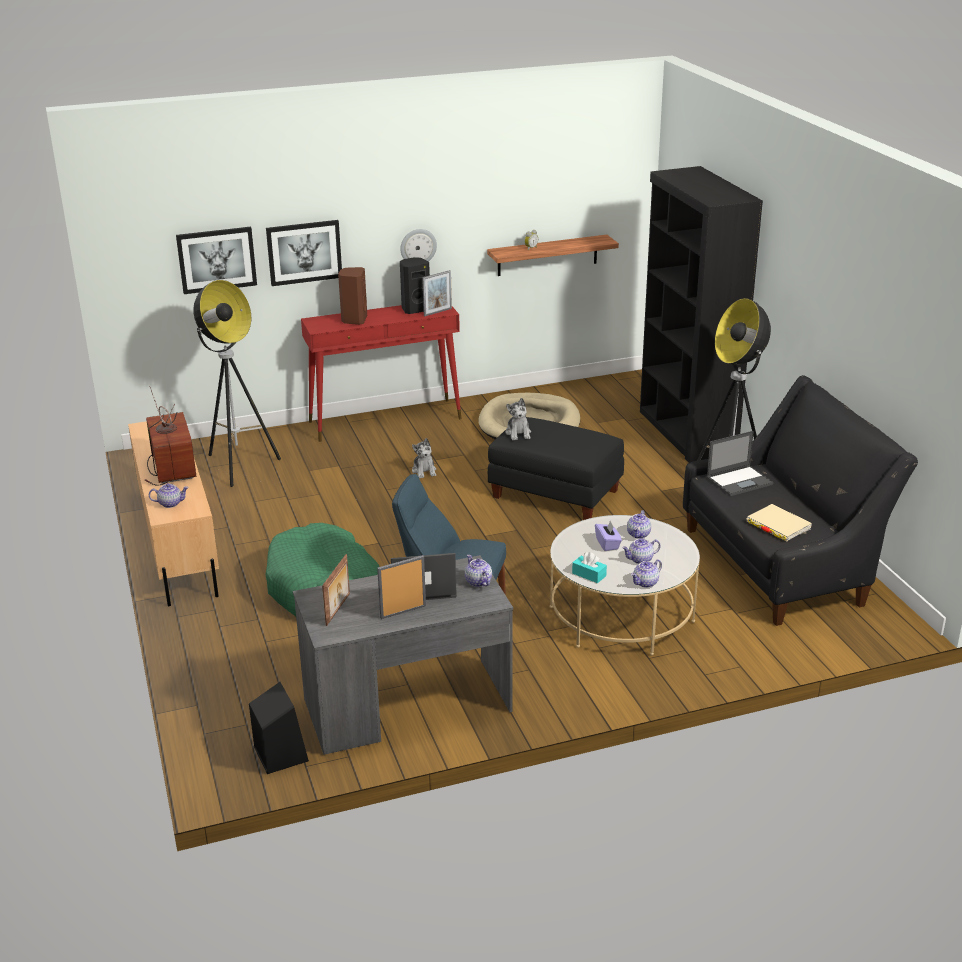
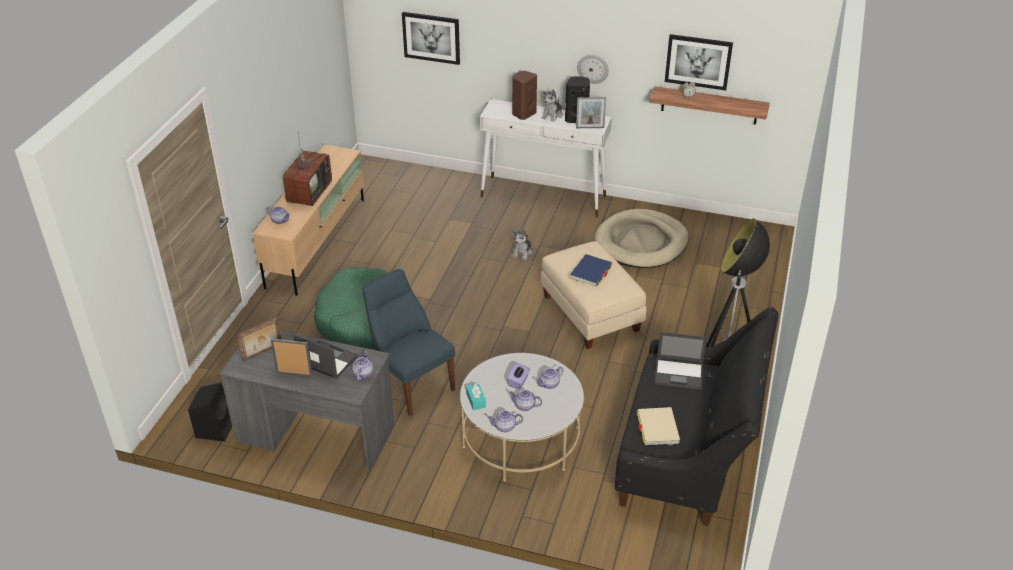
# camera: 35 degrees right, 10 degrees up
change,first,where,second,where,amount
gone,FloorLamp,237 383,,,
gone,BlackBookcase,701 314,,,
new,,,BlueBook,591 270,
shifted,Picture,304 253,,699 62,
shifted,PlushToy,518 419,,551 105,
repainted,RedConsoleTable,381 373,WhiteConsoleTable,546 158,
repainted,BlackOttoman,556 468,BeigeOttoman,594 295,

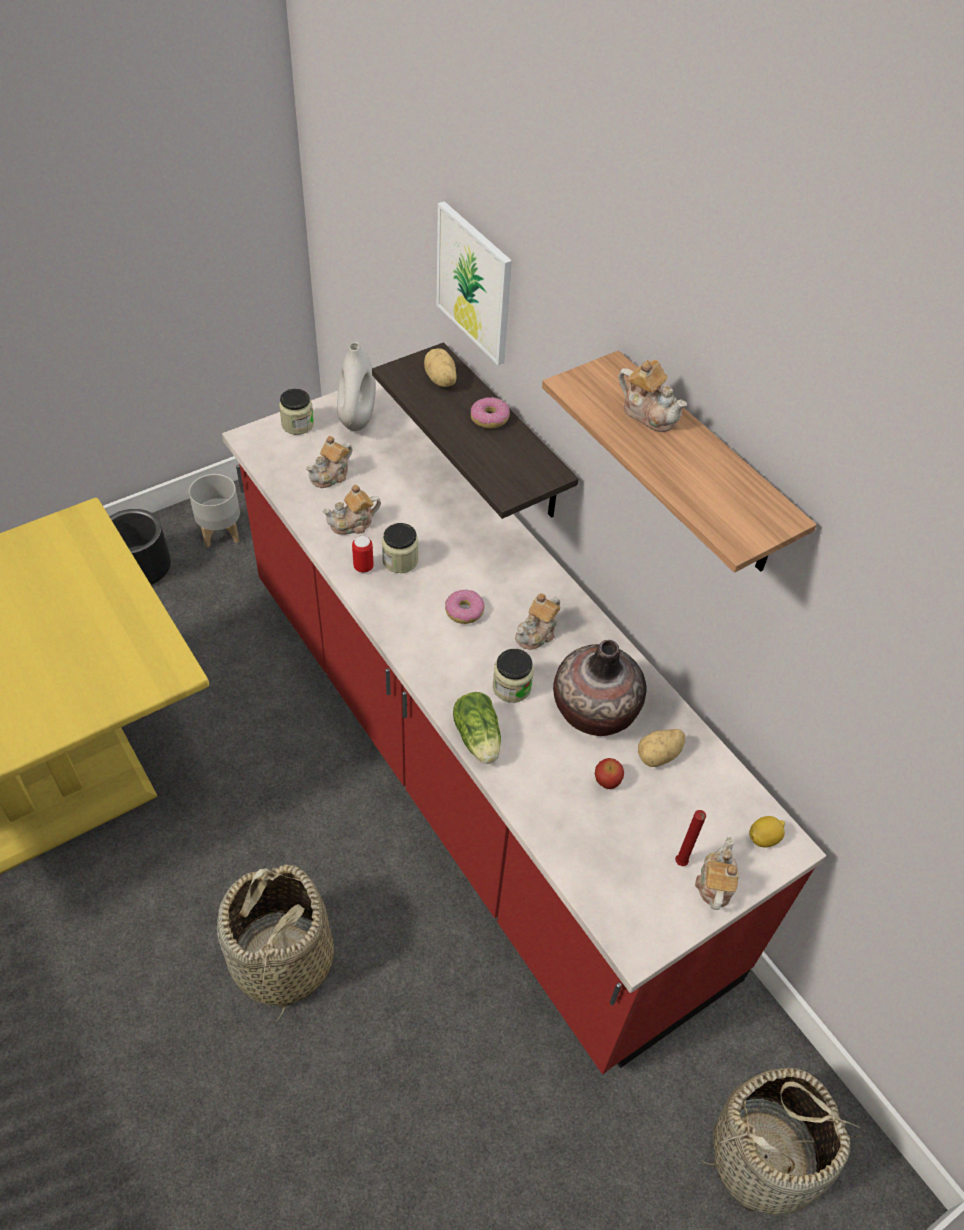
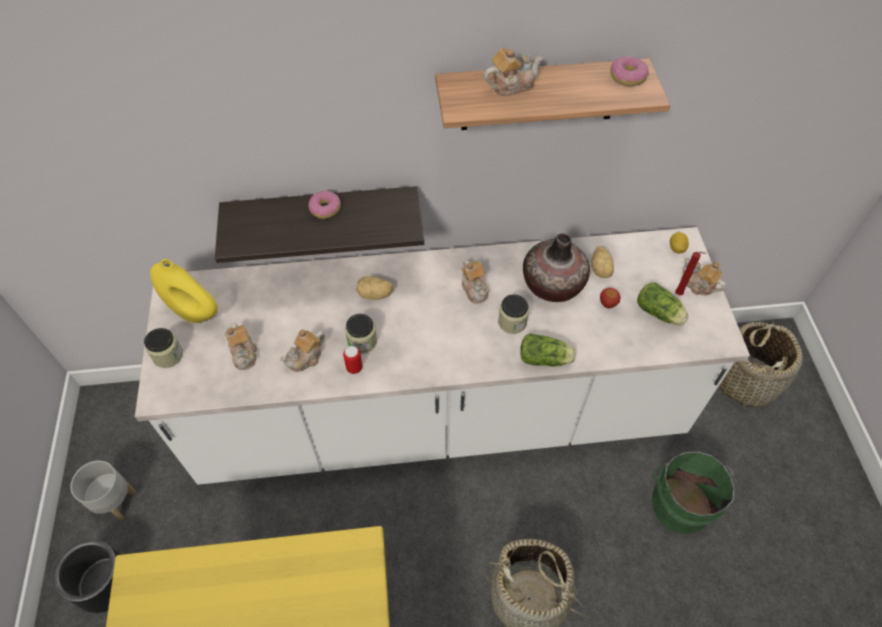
# camera: 60 degrees left, 5 degrees up
change,first,where,second,where,amount
gone,Picture,474 283,,,
new,,,Lettuce,662 303,
new,,,GreenBucket,693 493,
shifted,Potato,440 367,,374 288,
shifted,Donut,465 607,,629 71,
repainted,RedCounter,524 726,WhiteCounter,442 356,
repainted,WhiteVase,356 386,YellowVase,184 291,
rotated,Teapot,351 509,,302 350,45 degrees clockwise

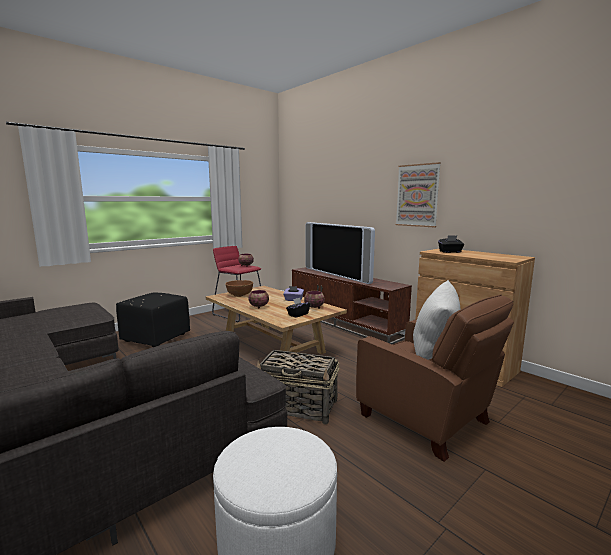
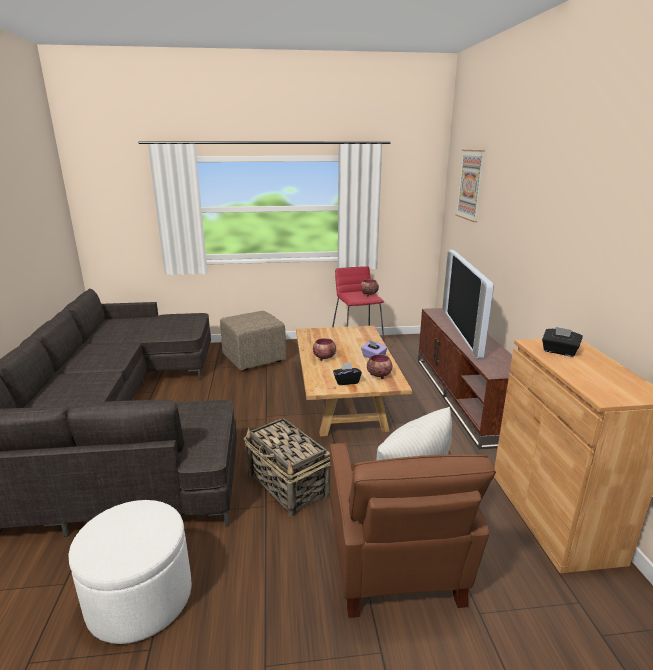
# camera: 35 degrees right, 10 degrees up
change,first,where,second,where,amount
gone,BrownBowl,239 288,,,
shifted,Picture,418 194,,470 186,
repainted,BlackOttoman,153 320,BeigeOttoman,253 341,

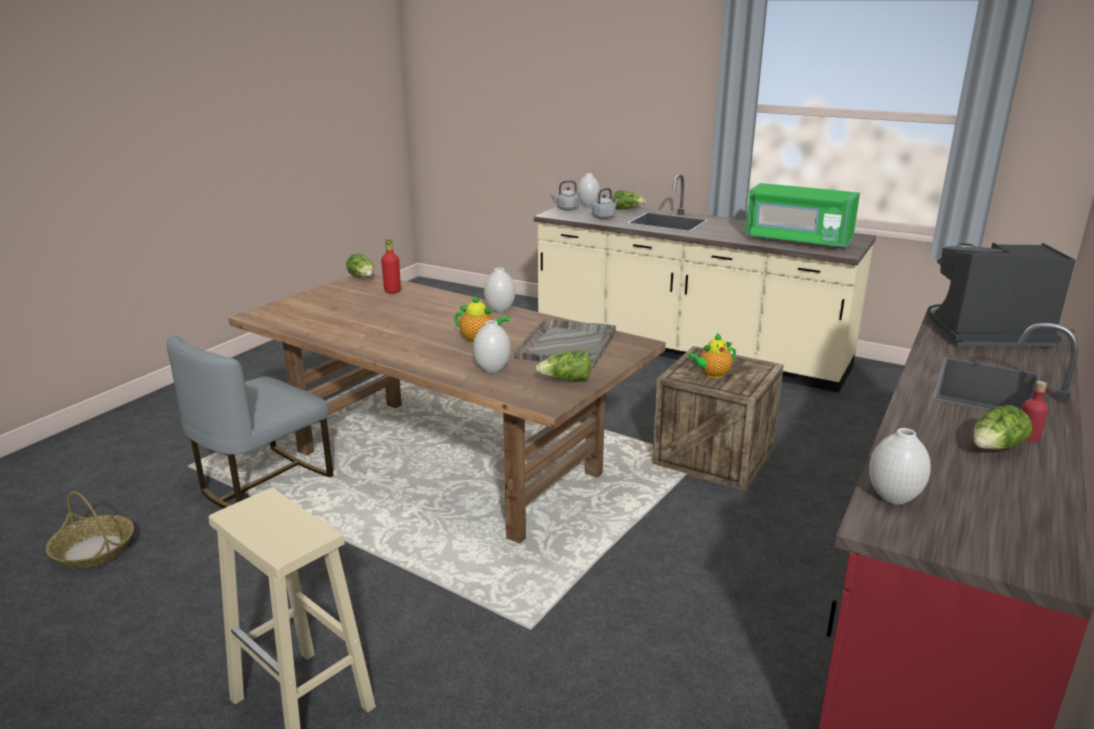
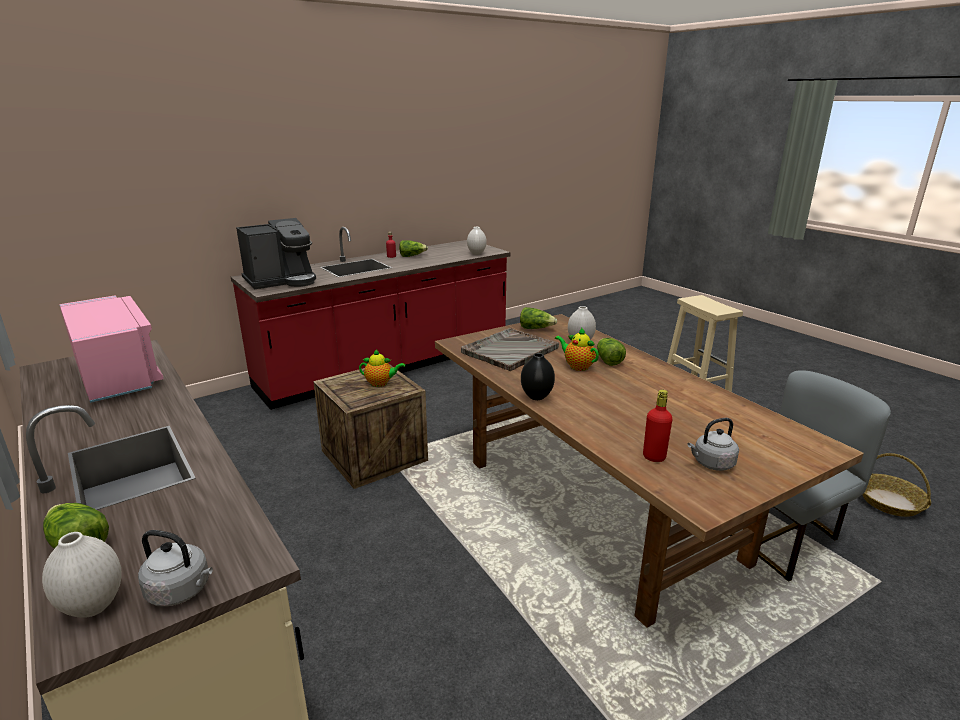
# camera: 155 degrees left, 0 degrees up
change,first,where,second,where,amount
shifted,Lettuce,360 265,,611 352,
shifted,GreyKettle,605 203,,713 444,
repainted,WhiteVase,499 290,BlackVase,538 376,
repainted,GreenMicrowave,803 215,PinkMicrowave,111 349,
rotated,CoffeeMachine,1001 295,,276 253,60 degrees counterclockwise

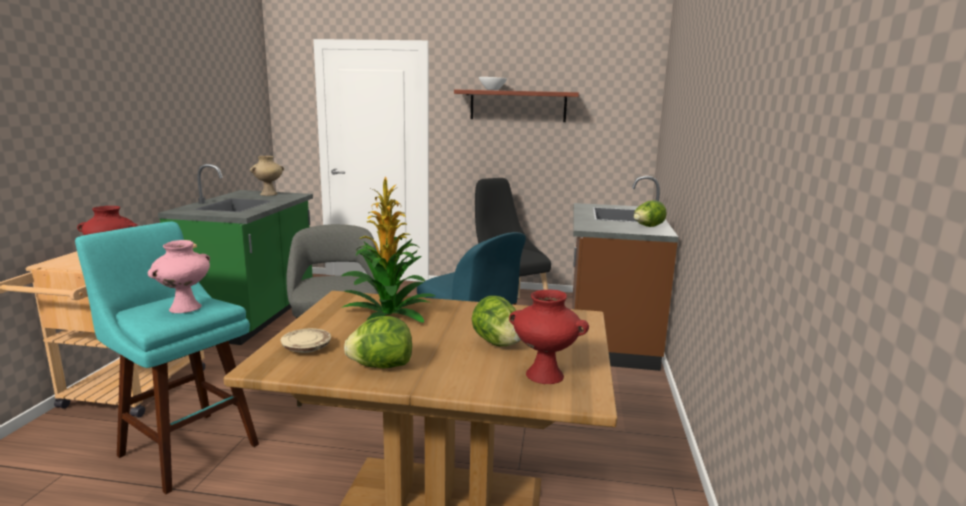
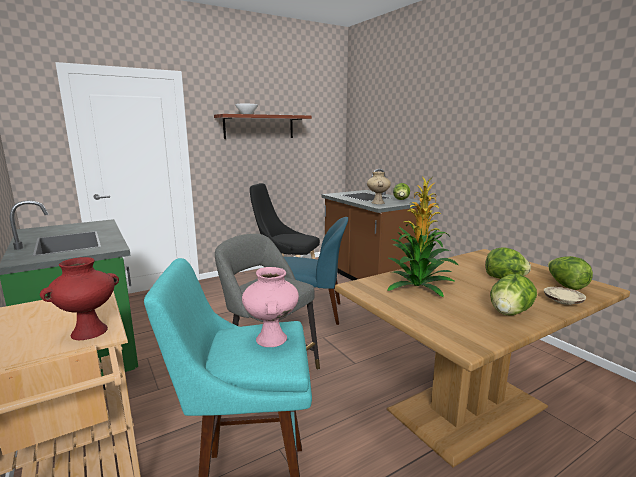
# camera: 40 degrees left, 0 degrees up
change,first,where,second,where,amount
shifted,BeigeVase,267 176,,379 188,
shifted,BeigePlate,306 340,,565 296,
swapped,RedVase,549 337,Lettuce,570 273,

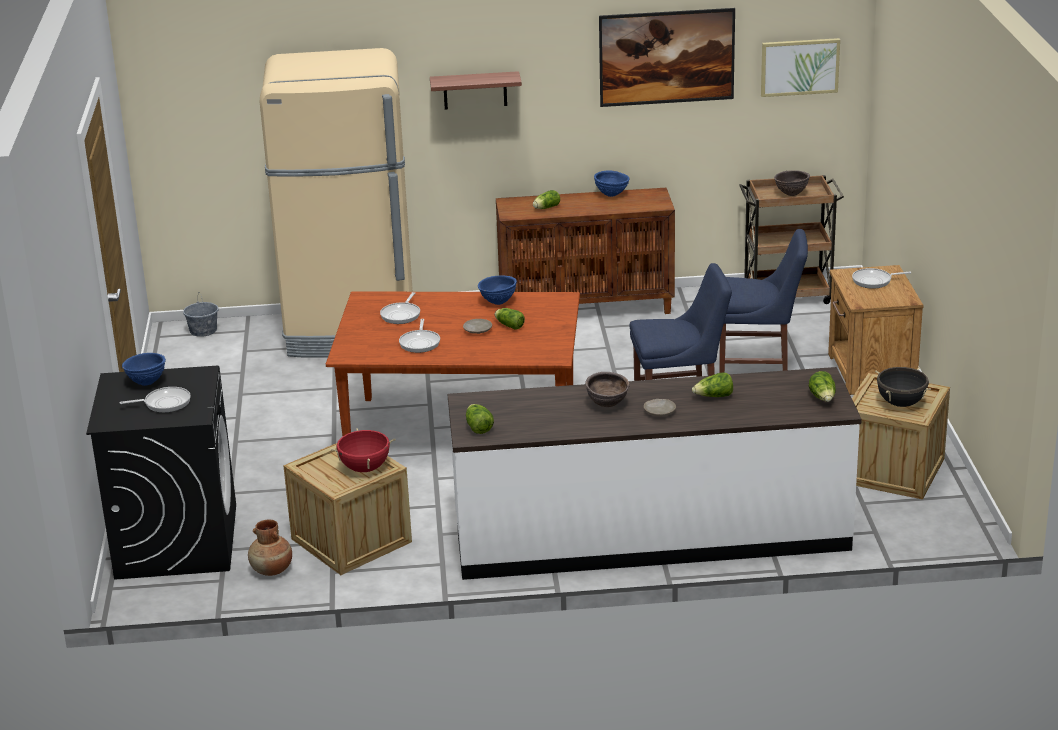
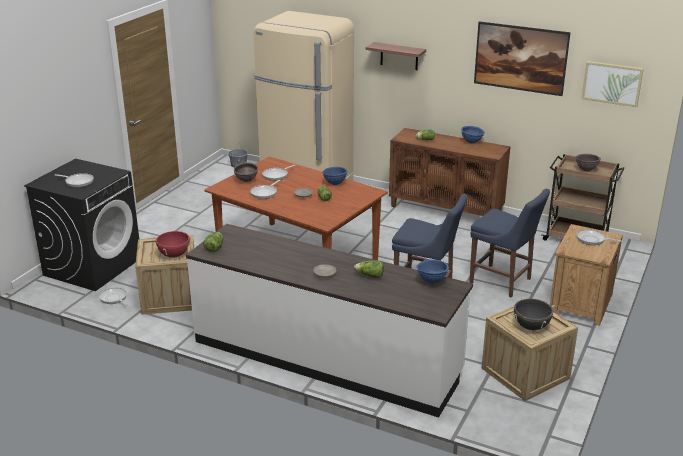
# camera: 30 degrees right, 0 degrees up
change,first,where,second,where,amount
gone,Lettuce,822 386,,,
shifted,BlueBowl,144 369,,433 271,
shifted,BrownBowl,607 389,,246 172,
swapped,BrownVase,270 548,FryingPan,113 296,

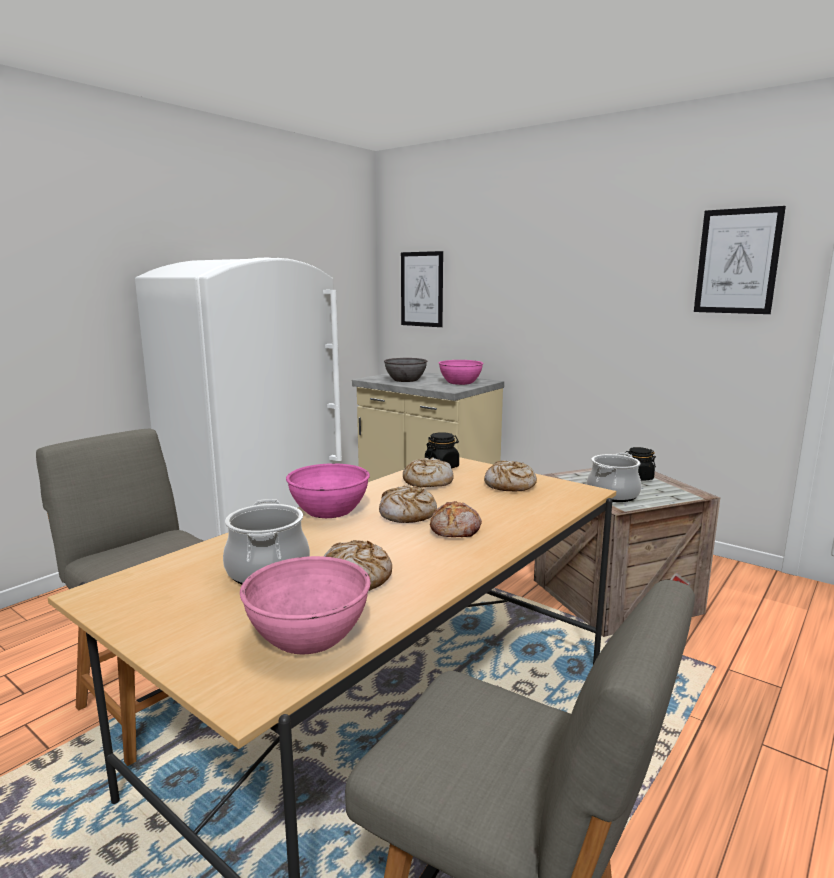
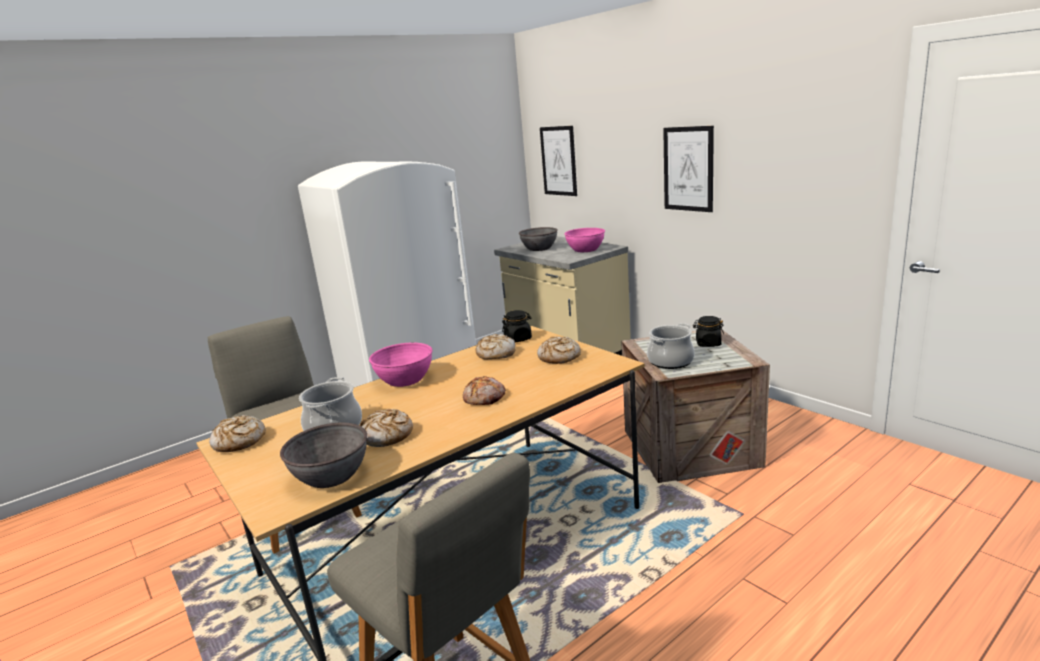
# camera: 15 degrees right, 5 degrees up
change,first,where,second,where,amount
shifted,Bread,408 504,,237 433,
shifted,Picture,740 260,,688 169,
repainted,PinkBowl,305 605,GreyBowl,323 455,

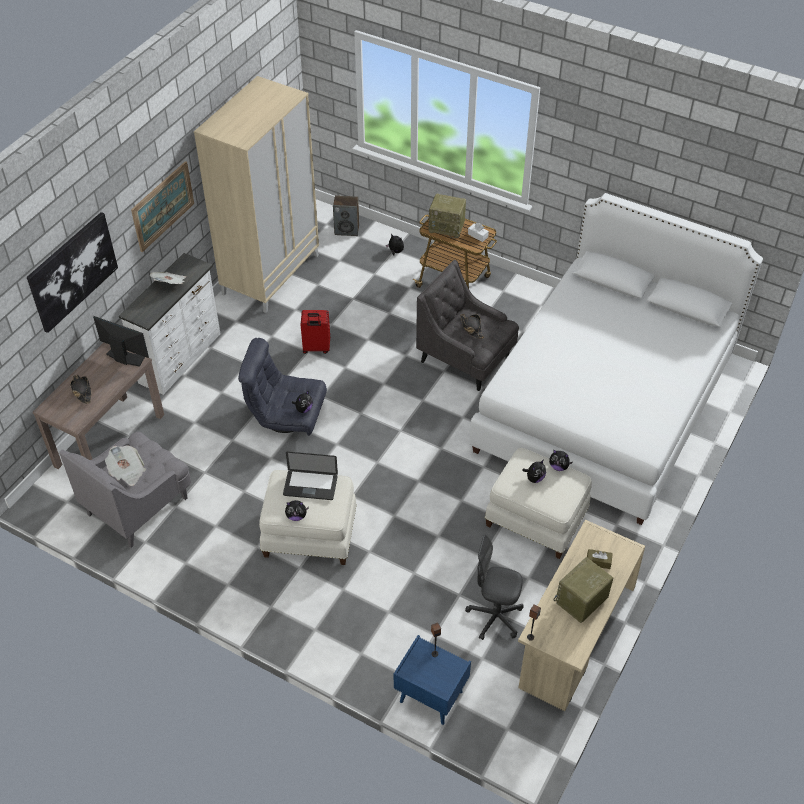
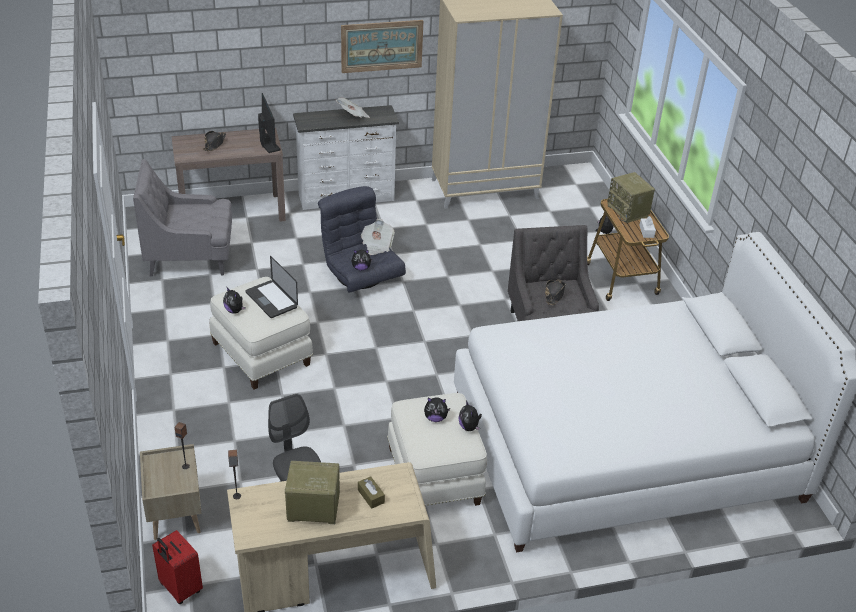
# camera: 45 degrees right, 10 degrees down
change,first,where,second,where,amount
gone,Picture,72 272,,,
gone,Speaker,346 215,,,
shifted,Newspaper,125 465,,378 237,
shifted,RedSuitcase,315 332,,177 567,
repainted,BlueNightstand,432 680,BeigeNightstand,171 492,

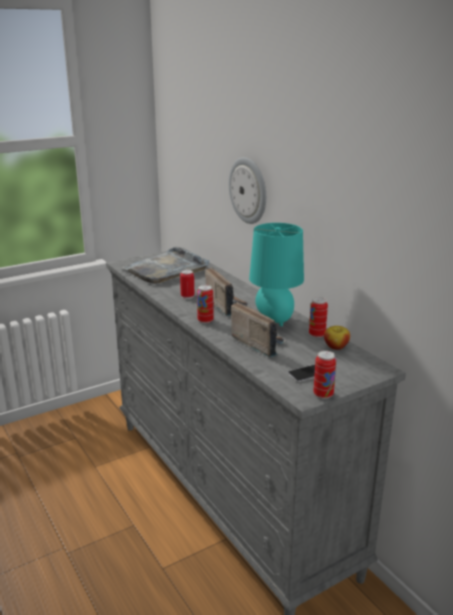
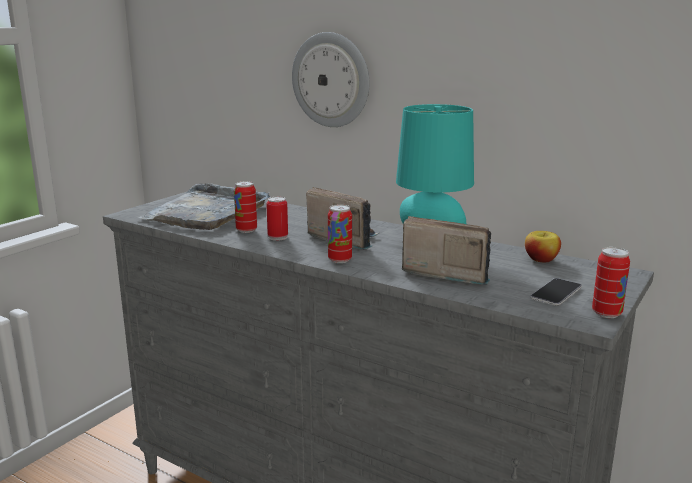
# camera: 25 degrees left, 5 degrees down
change,first,where,second,where,amount
shifted,Can,318 317,,245 207,

